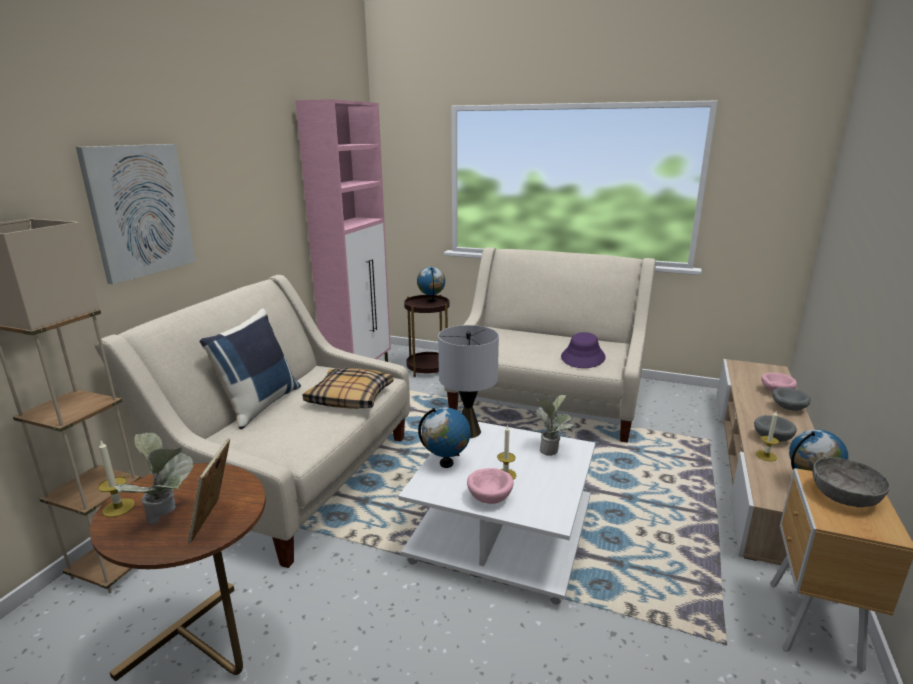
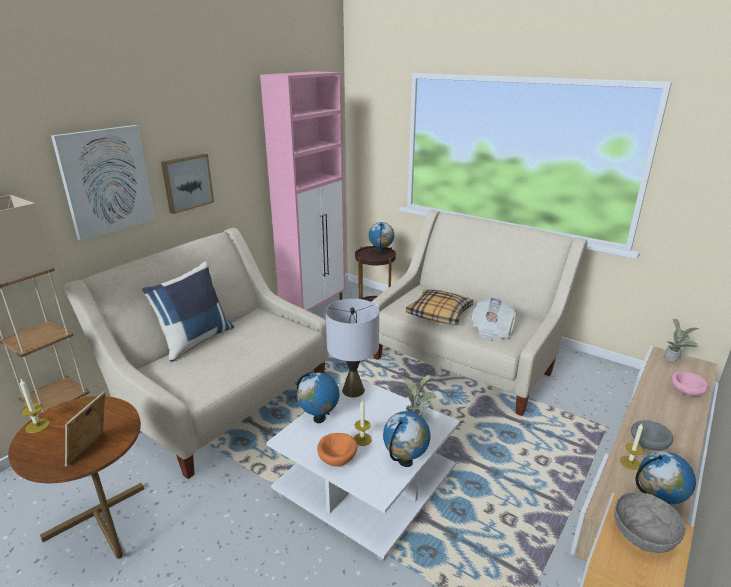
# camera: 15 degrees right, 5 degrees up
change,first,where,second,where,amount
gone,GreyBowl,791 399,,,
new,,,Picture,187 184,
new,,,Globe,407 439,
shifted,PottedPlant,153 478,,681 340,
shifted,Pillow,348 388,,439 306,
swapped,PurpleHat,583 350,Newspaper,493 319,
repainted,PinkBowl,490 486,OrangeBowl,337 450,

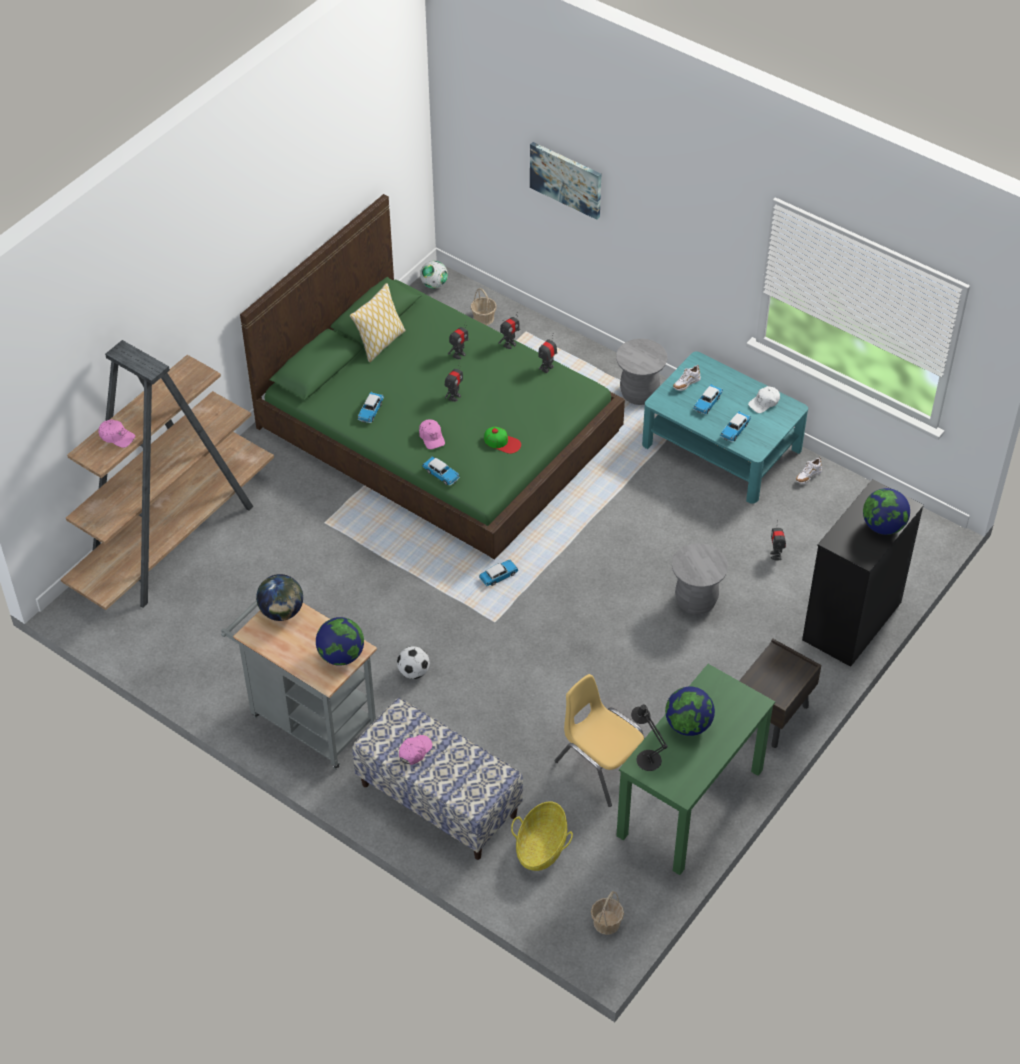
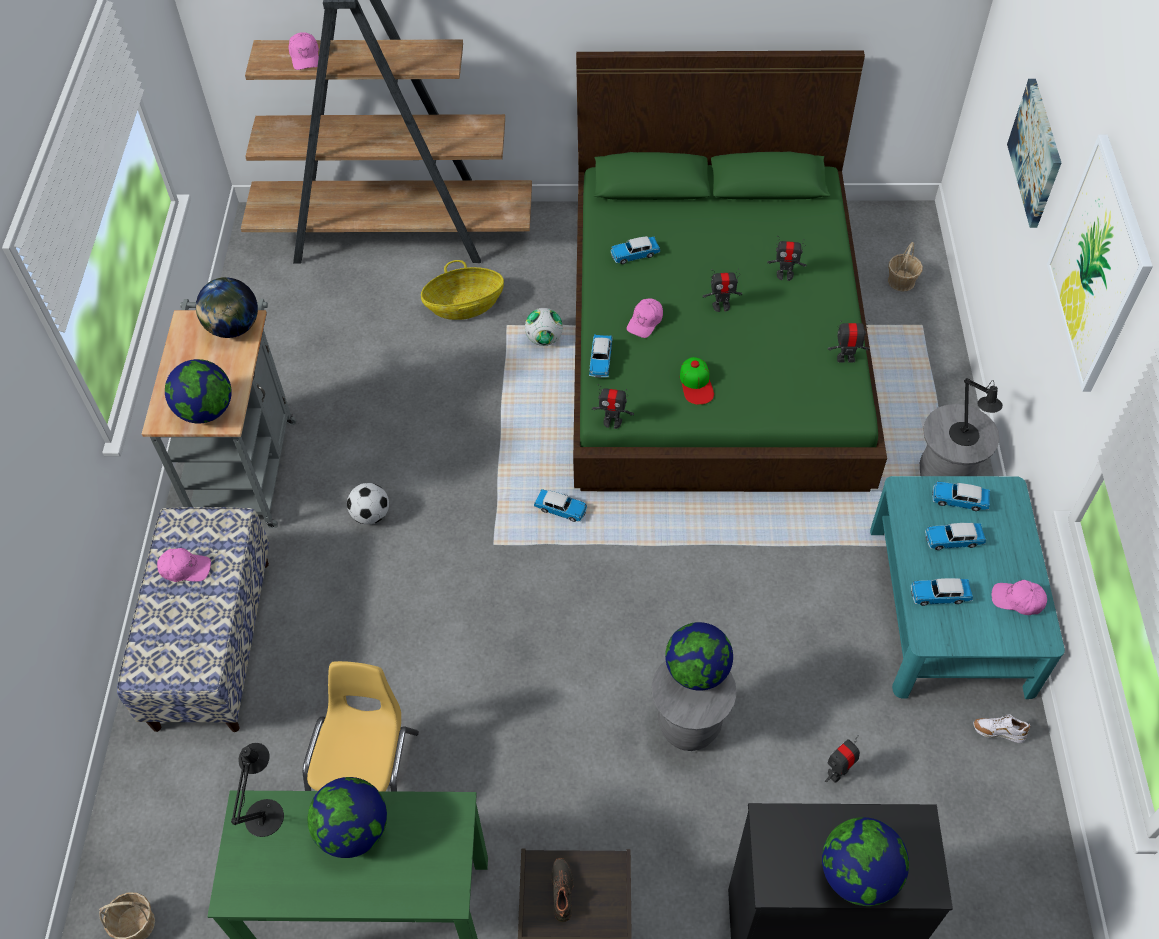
# camera: 55 degrees right, 5 degrees up
change,first,where,second,where,amount
gone,Pillow,378 322,,,
new,,,BlackShoe,562 890,
new,,,Globe,699 656,
new,,,BlackTableLamp,976 412,
new,,,Picture,1100 263,
shifted,Football,434 275,,544 327,
shifted,ToyRobot,509 331,,613 406,
shifted,Basket,542 836,,462 290,
swapped,WhiteShoe,687 378,ToyCar,961 496,
repainted,WhiteCap,764 399,PinkCap,1019 597,

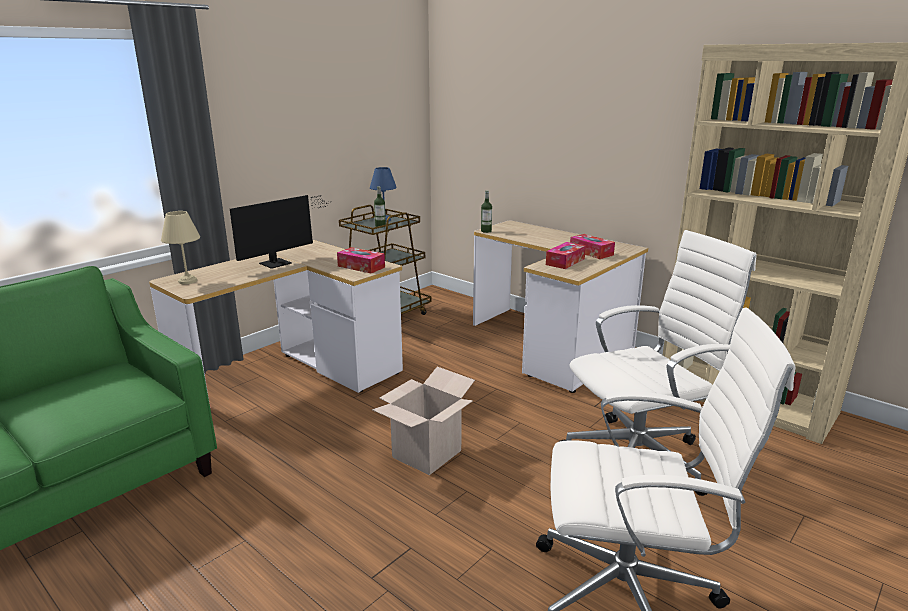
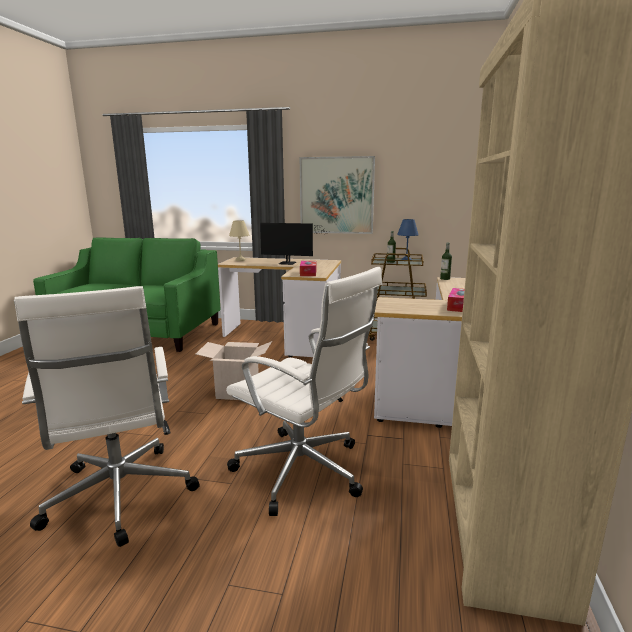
# camera: 60 degrees right, 5 degrees down
change,first,where,second,where,amount
gone,TissueBox,566 255,,,
new,,,Picture,337 195,

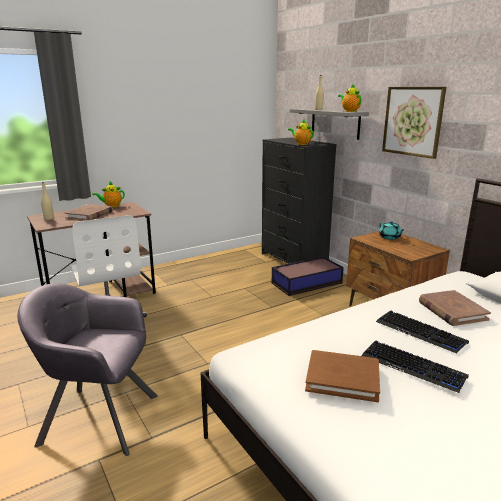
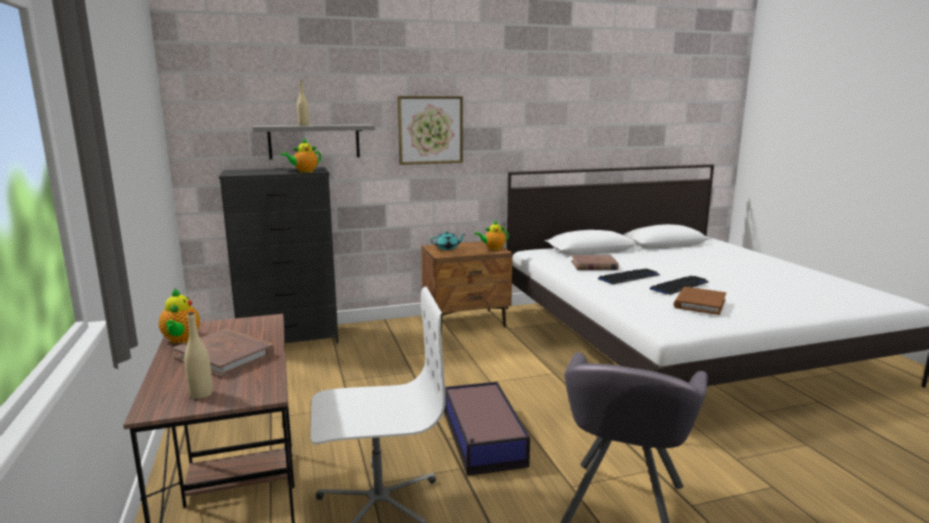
# camera: 75 degrees left, 5 degrees down
change,first,where,second,where,amount
shifted,StorageBox,308 276,,487 429,
shifted,Teapot,349 98,,491 235,

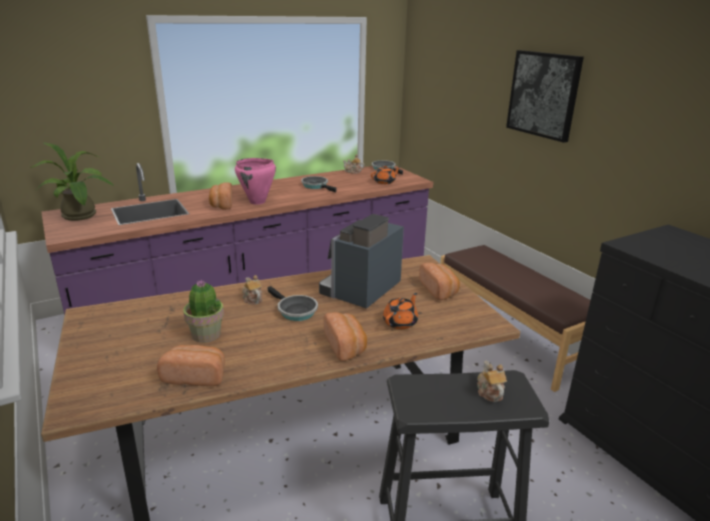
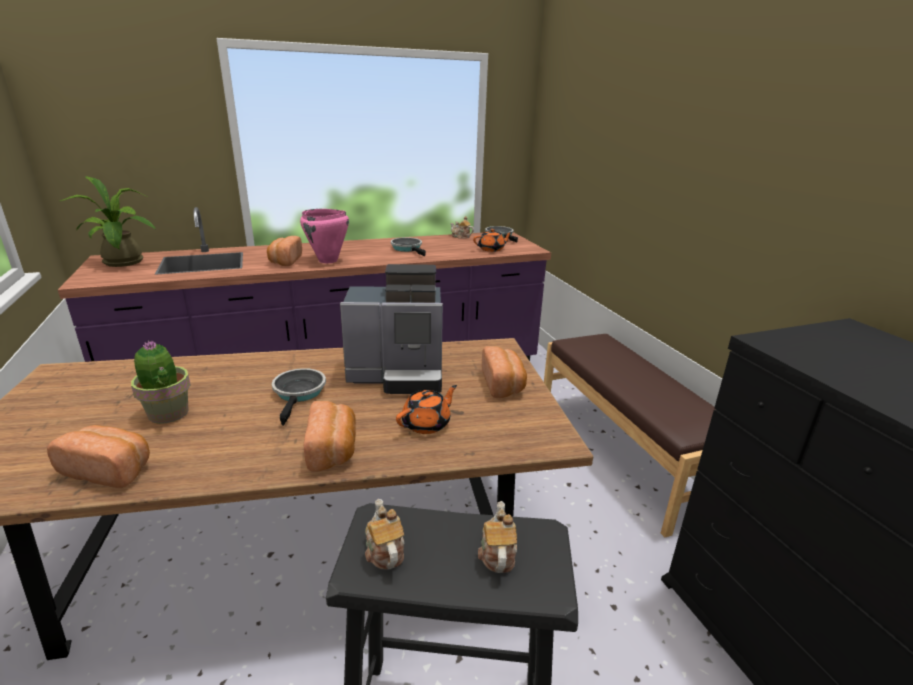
# camera: 10 degrees right, 0 degrees up
change,first,where,second,where,amount
gone,Picture,545 96,,,
shifted,Teapot,252 289,,384 534,
rotated,FryingPan,292 303,,299 397,150 degrees counterclockwise
rotated,CoffeeMachine,361 261,,391 329,135 degrees counterclockwise

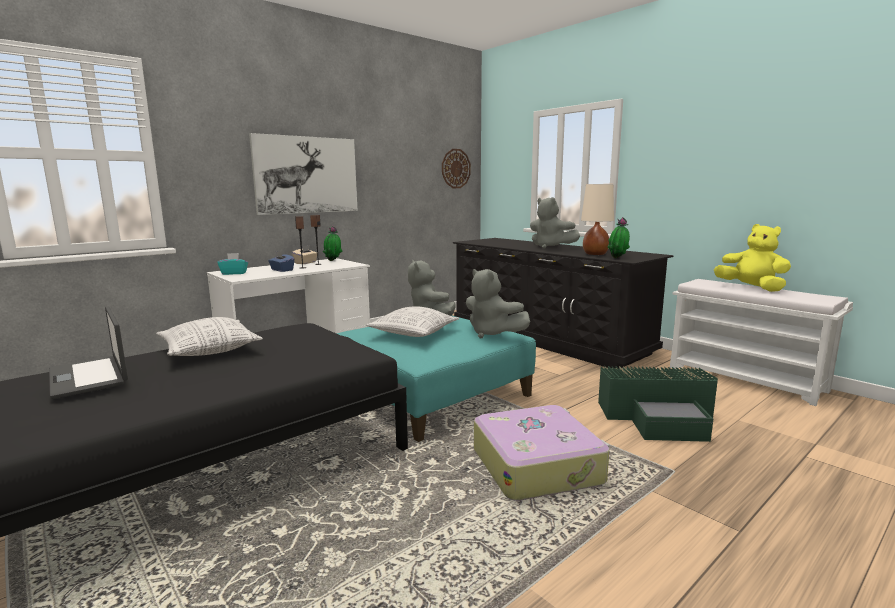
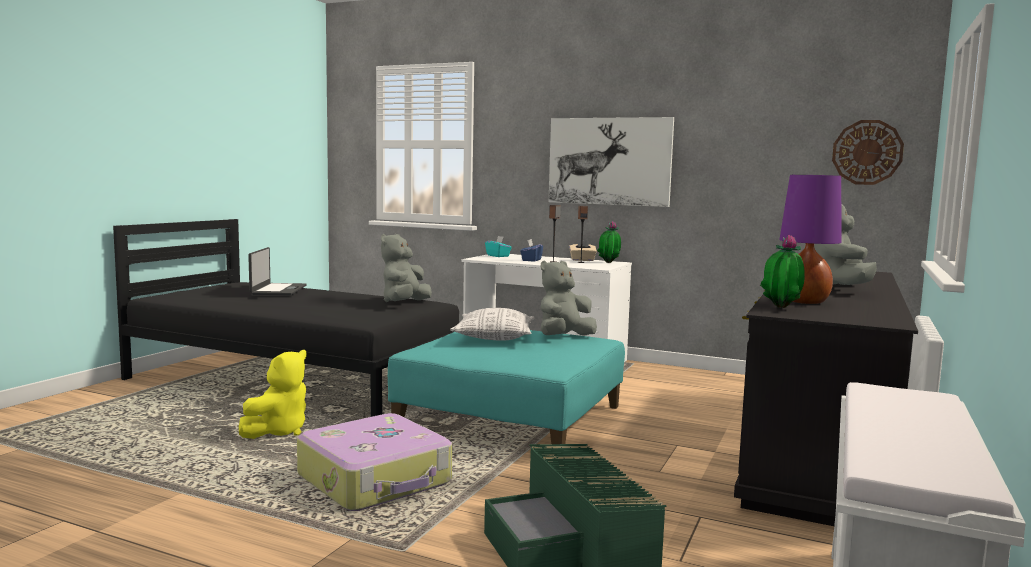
# camera: 65 degrees right, 5 degrees down
change,first,where,second,where,amount
gone,Pillow,209 336,,,
shifted,GreyPlushToy,498 303,,406 268,
shifted,YellowPlushToy,752 258,,273 394,
repainted,BeigeTableLamp,597 219,PurpleTableLamp,810 239,
rotated,Laptop,88 352,,277 271,150 degrees clockwise

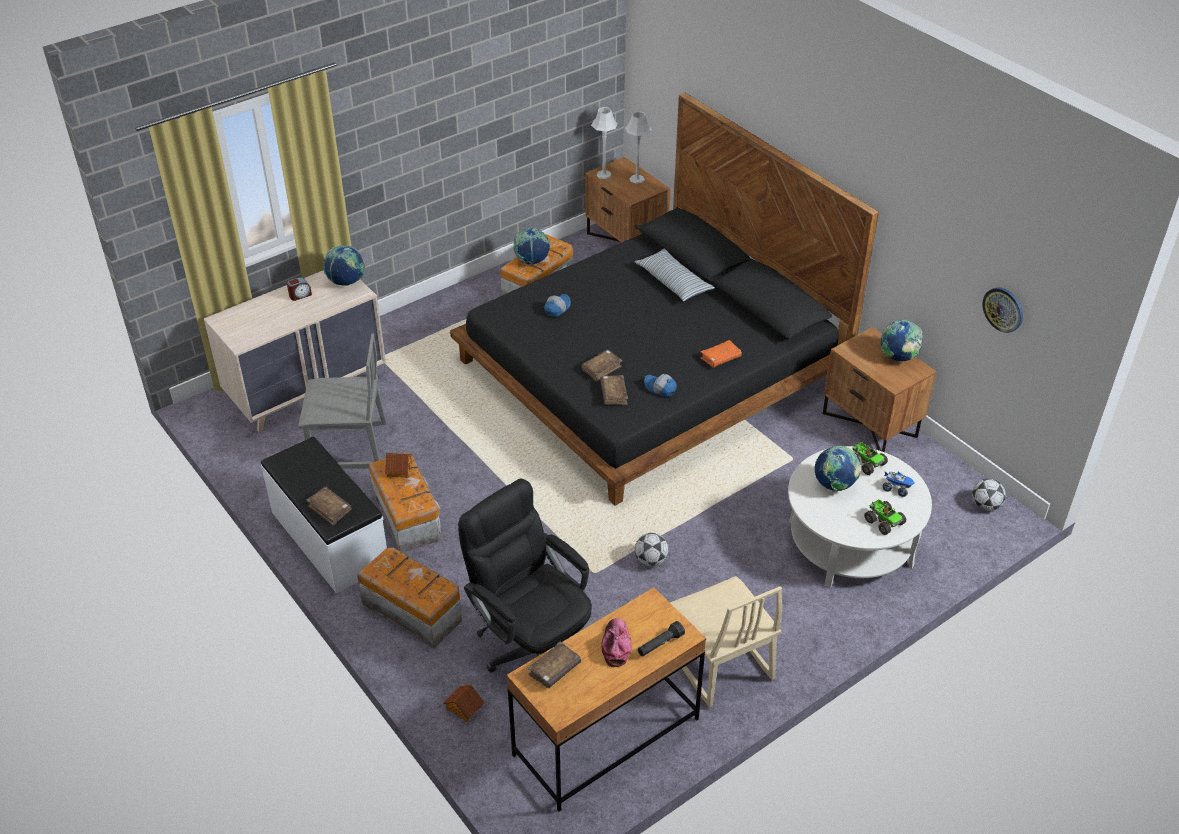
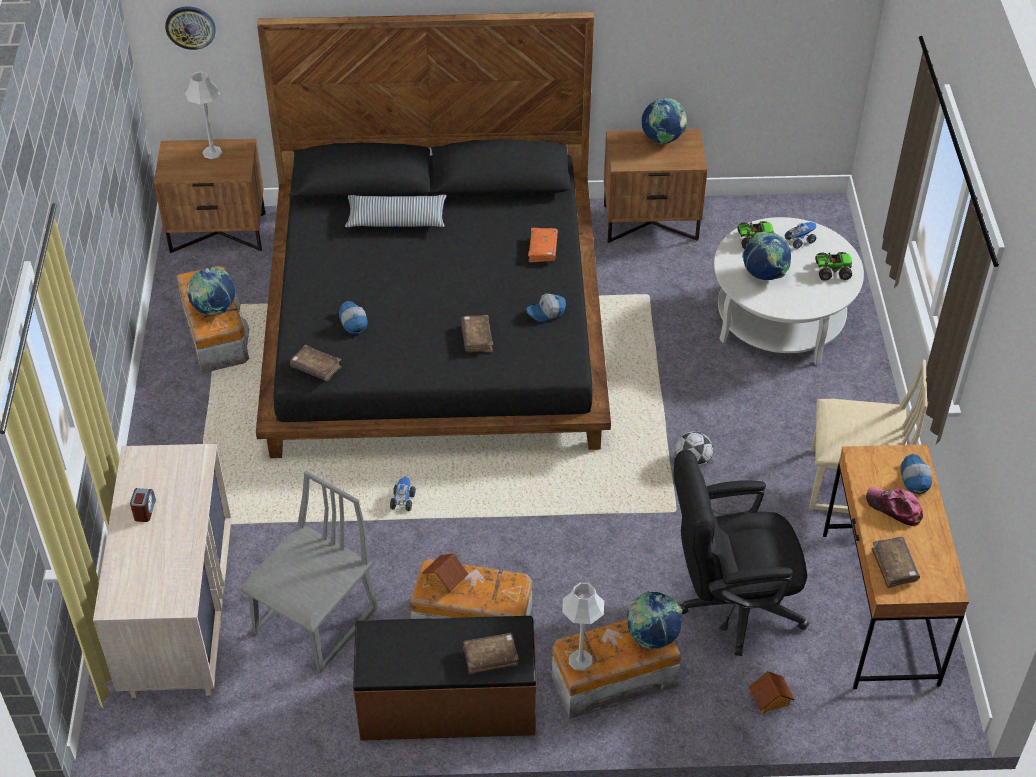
# camera: 55 degrees left, 5 degrees up
change,first,where,second,where,amount
gone,Football,989 495,,,
new,,,ToyTruck,403 494,
shifted,Globe,344 265,,655 620,
shifted,GreyTableLamp,604 143,,583 626,
shifted,BrownBook,614 390,,316 363,
shifted,WallClock,1002 310,,190 28,
swapped,BlackFlashlight,661 638,Cap,916 474,
repainted,WhiteBench,324 515,BrownBench,445 678,

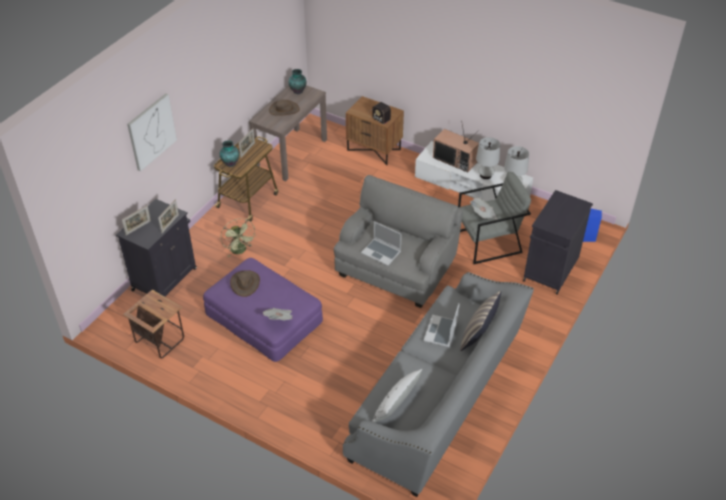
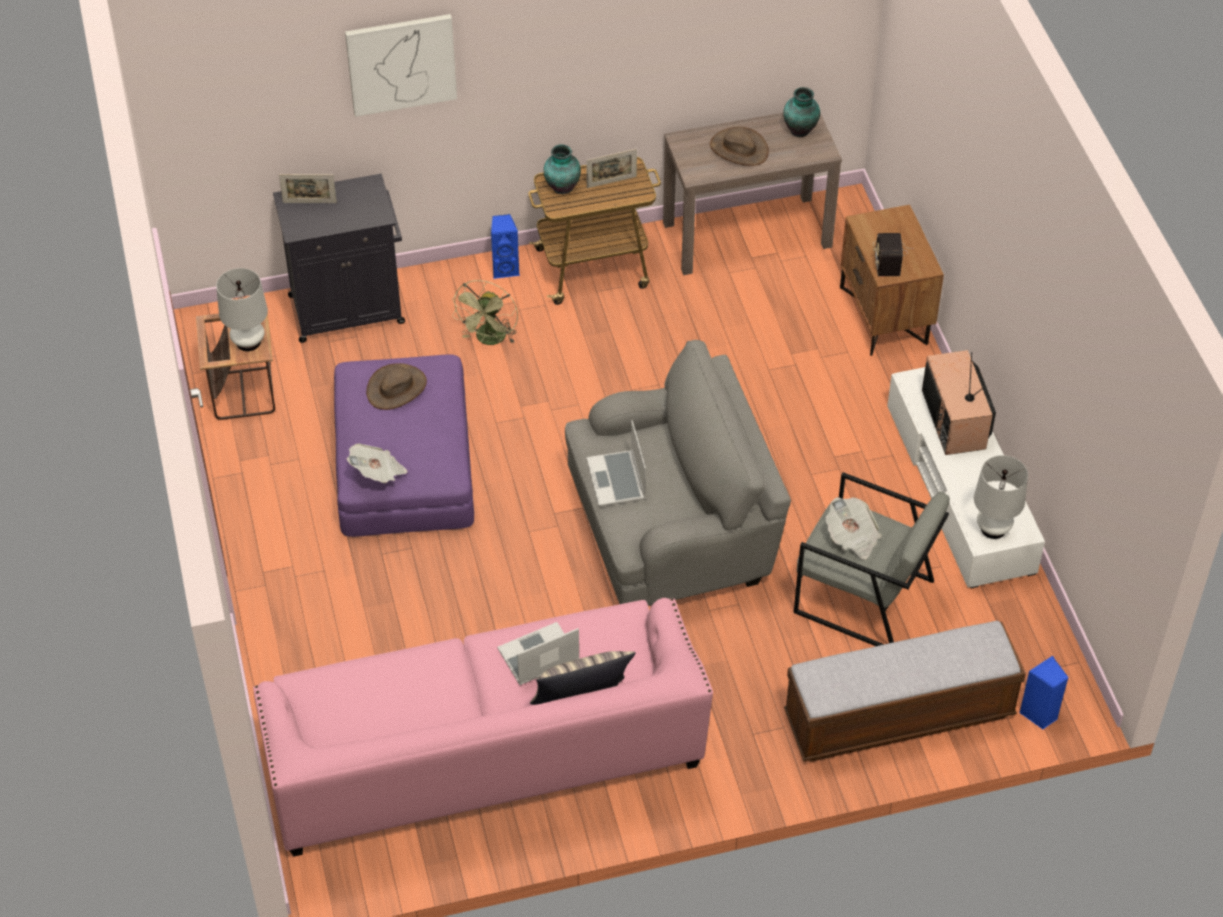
# camera: 45 degrees right, 5 degrees up
change,first,where,second,where,amount
gone,PictureFrame,168 216,,,
gone,WhitePillow,397 395,,,
new,,,BlueSpeaker,505 246,
shifted,WhiteTableLamp,488 158,,242 309,
swapped,BlackCabinet,558 242,Bench,905 691,
repainted,GreySofa,438 384,PinkSofa,483 727,

